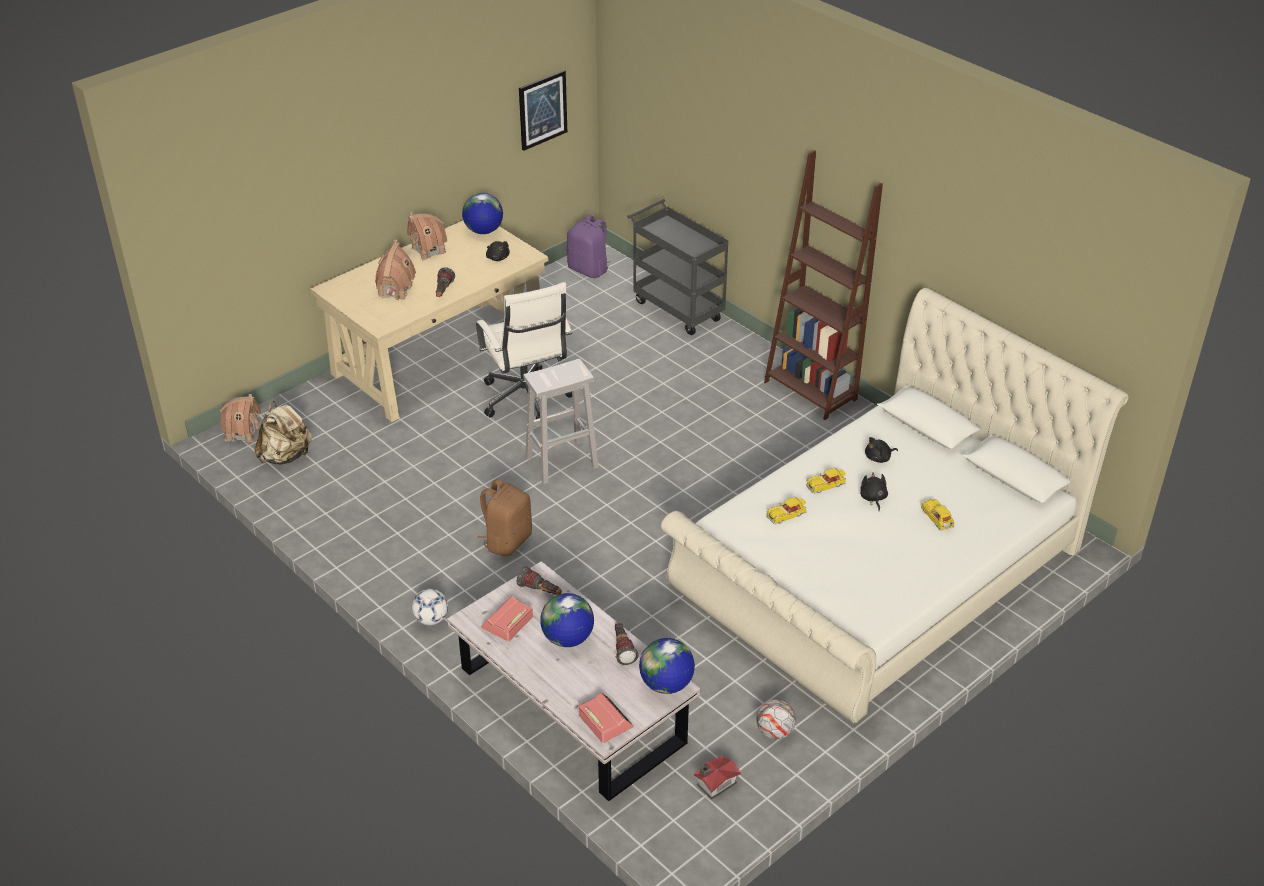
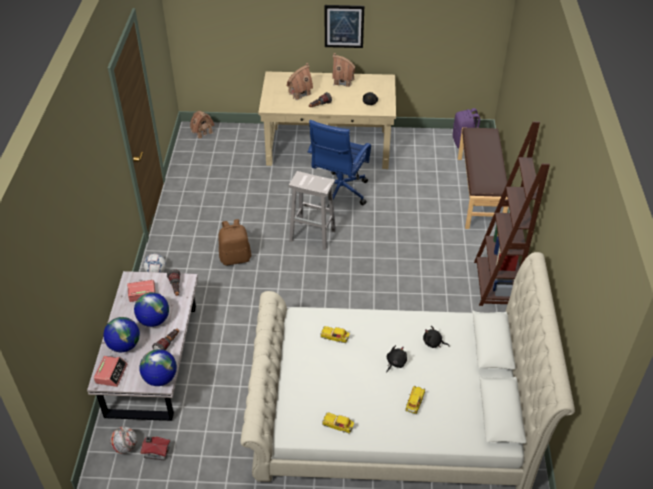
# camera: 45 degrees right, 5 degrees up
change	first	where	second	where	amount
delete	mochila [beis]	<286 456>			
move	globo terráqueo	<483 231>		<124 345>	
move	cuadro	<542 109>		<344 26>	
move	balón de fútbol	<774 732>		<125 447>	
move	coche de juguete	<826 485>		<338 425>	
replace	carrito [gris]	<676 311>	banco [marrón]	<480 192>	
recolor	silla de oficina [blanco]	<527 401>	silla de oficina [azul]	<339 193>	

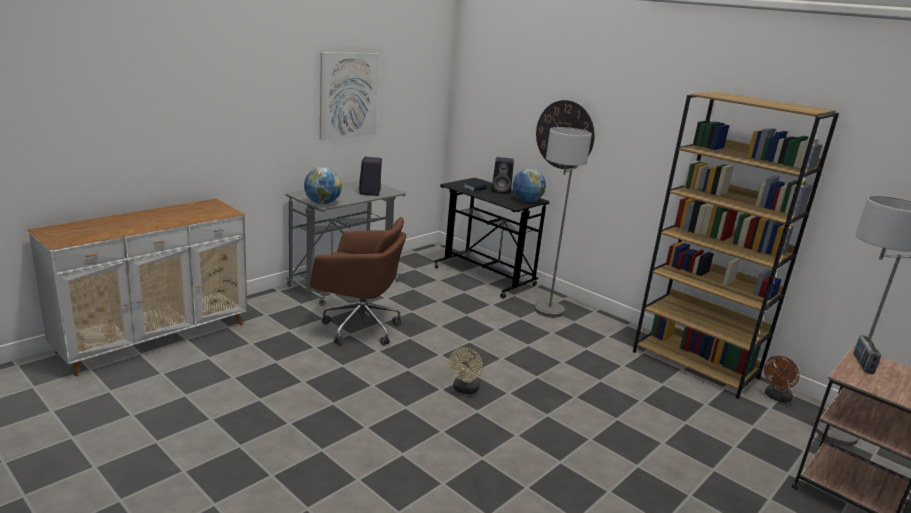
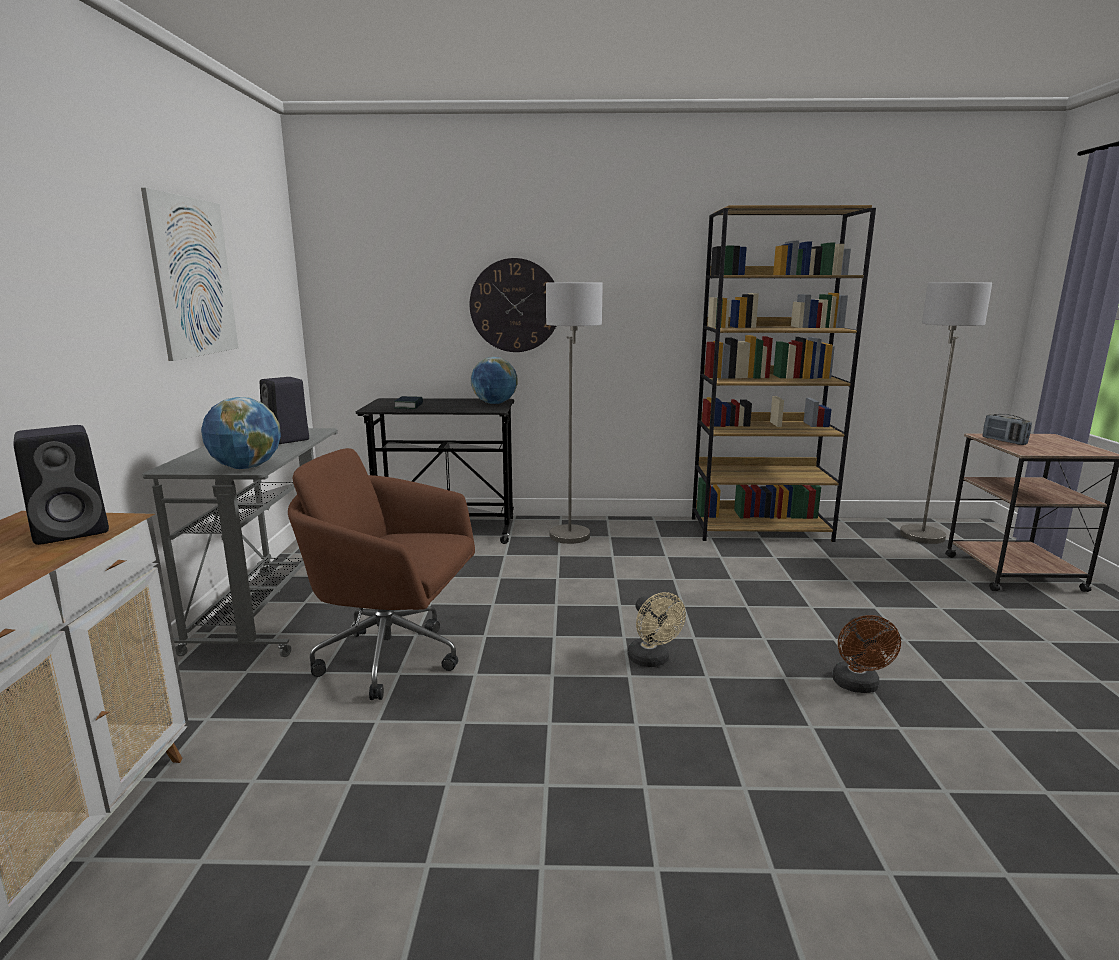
# camera: 40 degrees left, 5 degrees down
change	first	where	second	where	amount
move	altavoz [negro]	<502 191>		<74 531>	
move	ventilador [marrón]	<776 397>		<858 686>	
rotate	silla de oficina [marrón]	<357 328>		<395 660>	135 degrees counterclockwise

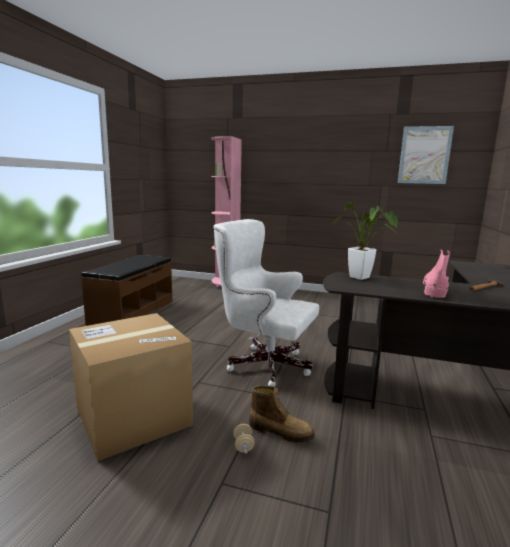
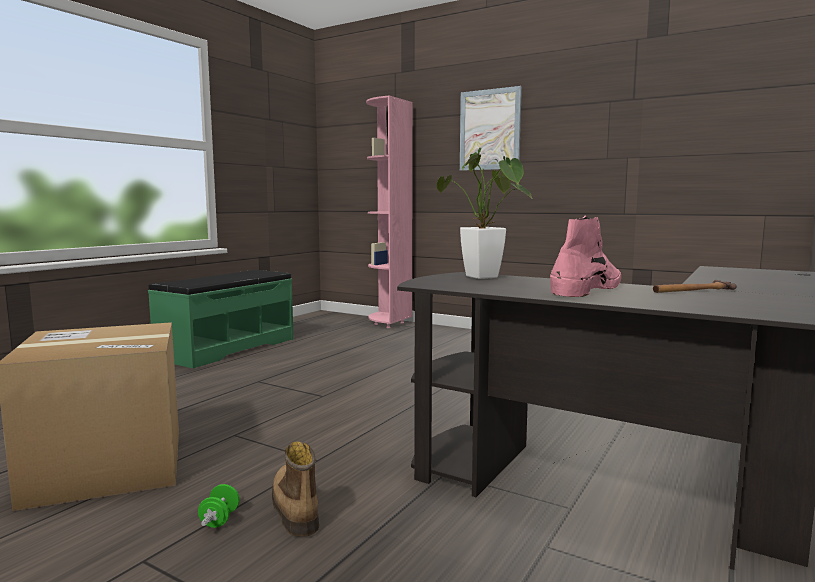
# camera: 15 degrees right, 5 degrees down
change	first	where	second	where	amount
delete	silla de oficina [blanco]	<264 365>			
move	cuadro	<424 155>		<490 130>	
recolor	banco [marrón]	<132 312>	banco [verde]	<227 348>	
recolor	mancuerna [beis]	<243 446>	mancuerna [verde]	<219 519>	
rotate	bota	<281 431>		<293 509>	150 degrees counterclockwise

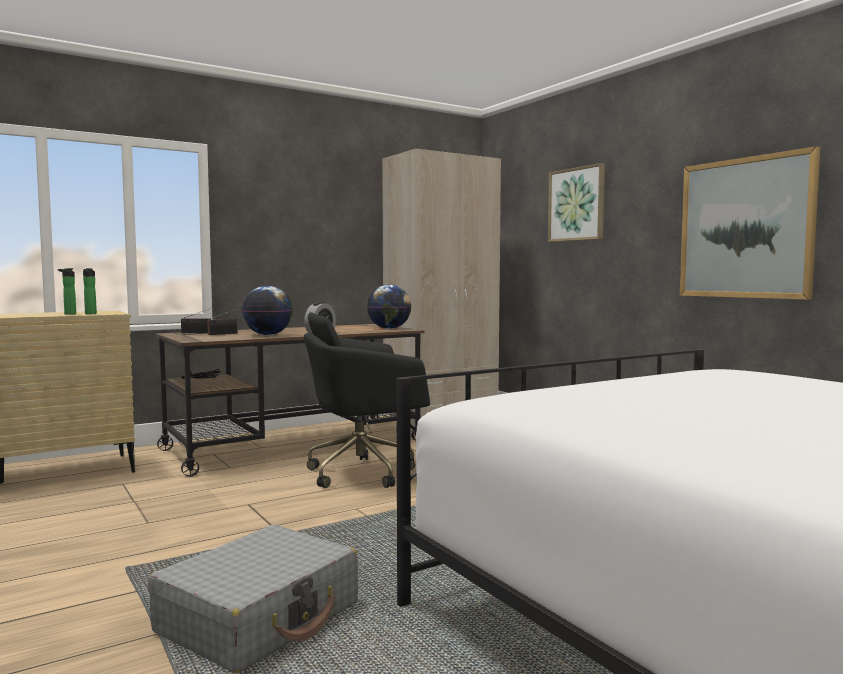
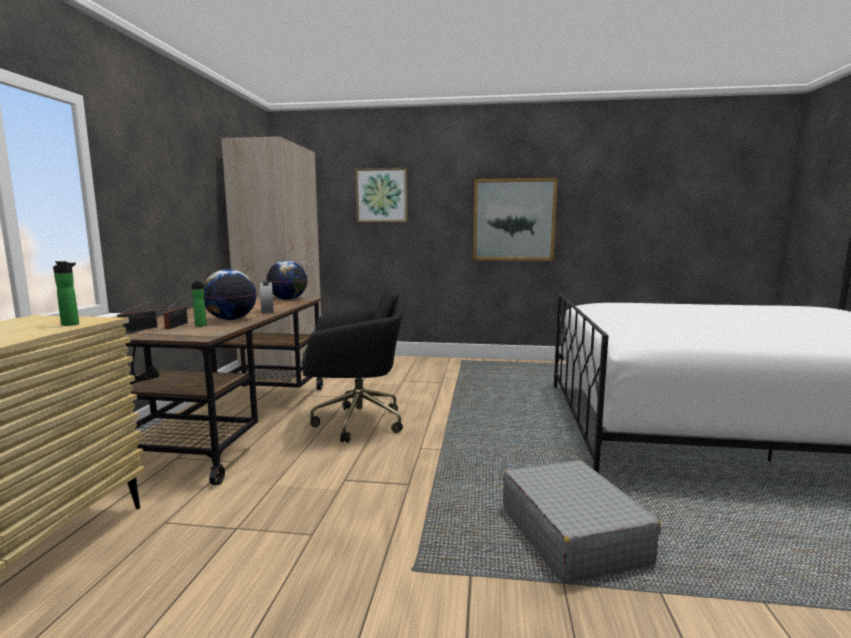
# camera: 50 degrees left, 5 degrees up
change	first	where	second	where	amount
move	botella	<68 314>		<201 326>	
rotate	silla de oficina [negro]	<365 473>		<354 423>	120 degrees counterclockwise

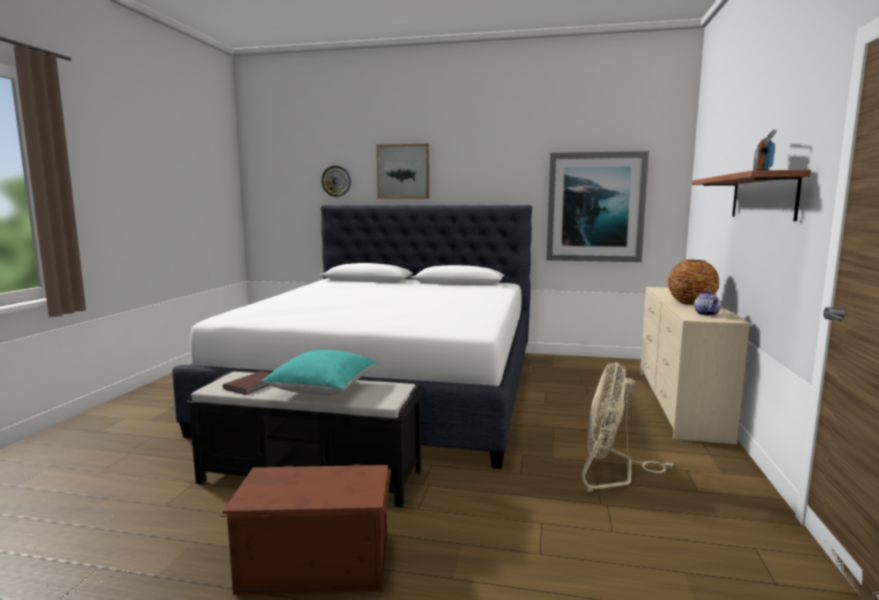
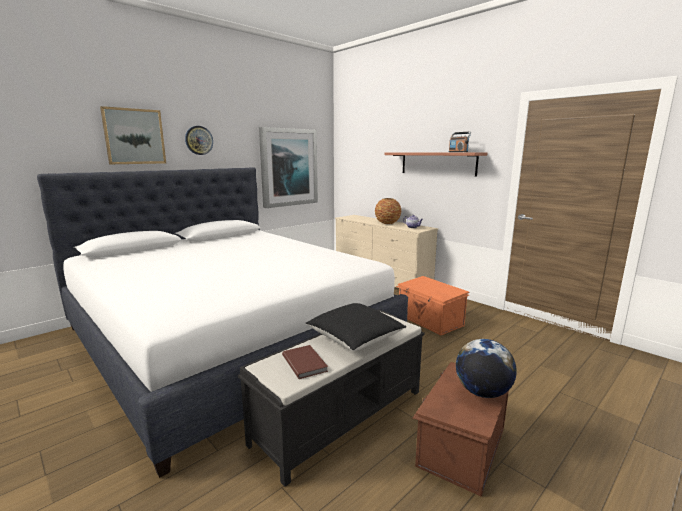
# camera: 55 degrees left, 5 degrees up
change	first	where	second	where	amount
insert			globo terráqueo	<482 392>	
move	reloj de pared	<336 181>		<199 140>	
replace	ventilador [beis]	<614 468>	caja de almacenaje [naranja]	<429 320>	
recolor	cojín [turquesa]	<323 389>	cojín [negro]	<355 339>	

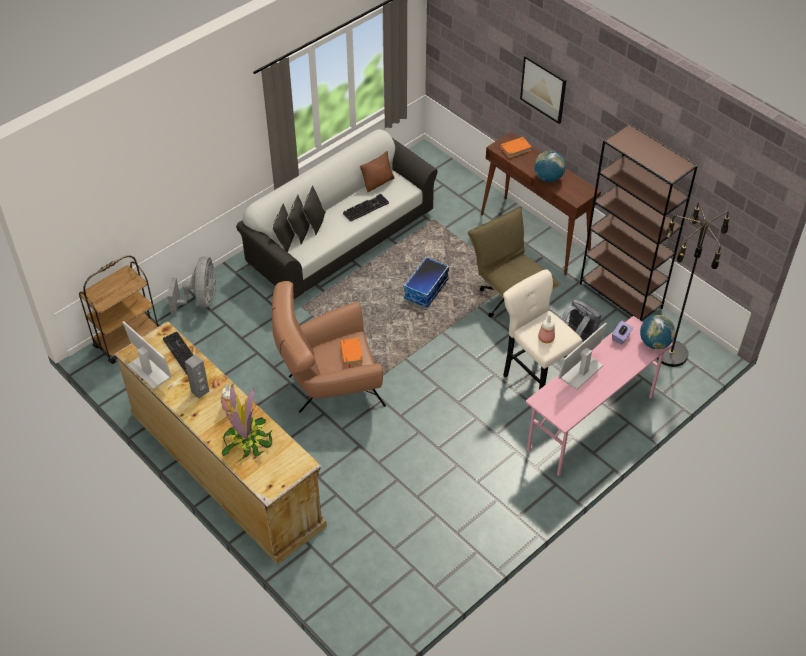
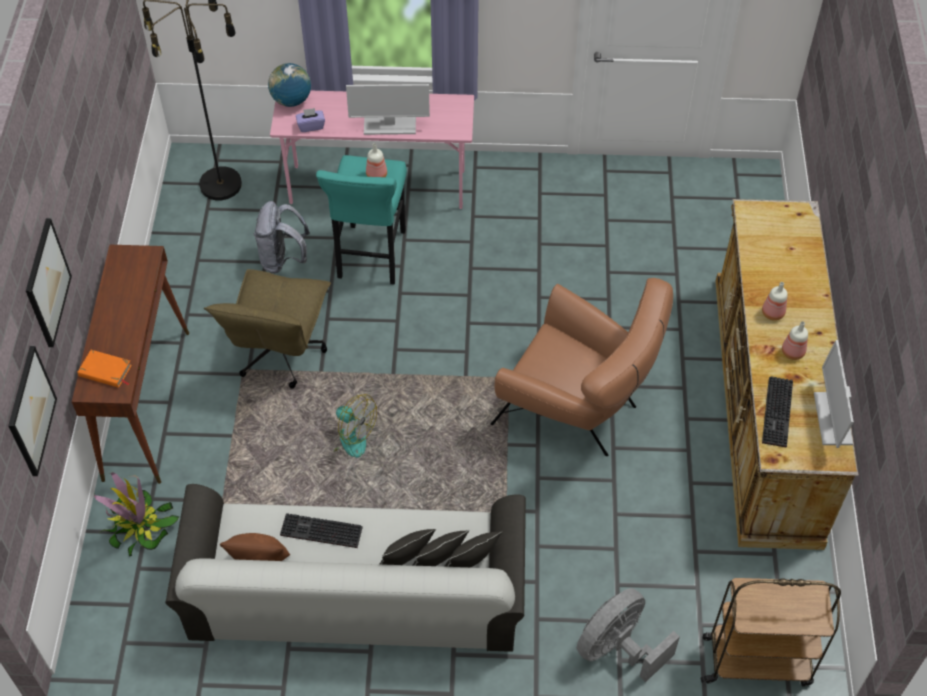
# camera: 135 degrees left, 5 degrees up
change	first	where	second	where	amount
delete	libro [naranja]	<351 353>			
delete	globo terráqueo	<548 178>			
delete	estantería [marrón]	<621 296>			
insert			cuadro	<31 411>	
move	planta en maceta	<247 441>		<139 527>	
replace	altavoz [gris]	<200 391>	botella	<792 353>	
replace	caja de almacenaje	<426 289>	ventilador	<346 437>	
recolor	taburete [beis]	<535 380>	taburete [turquesa]	<371 258>	

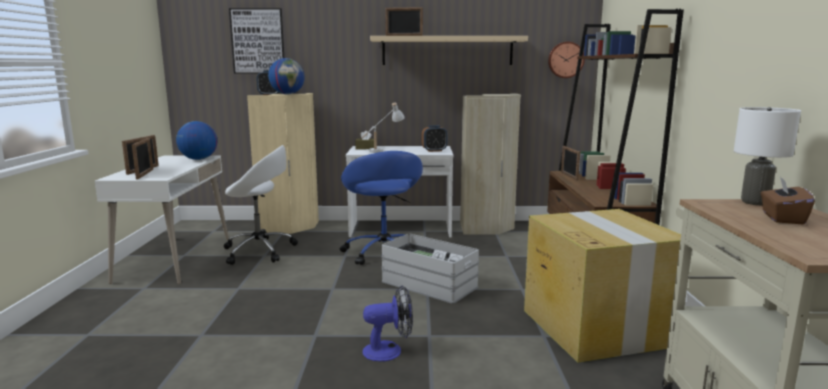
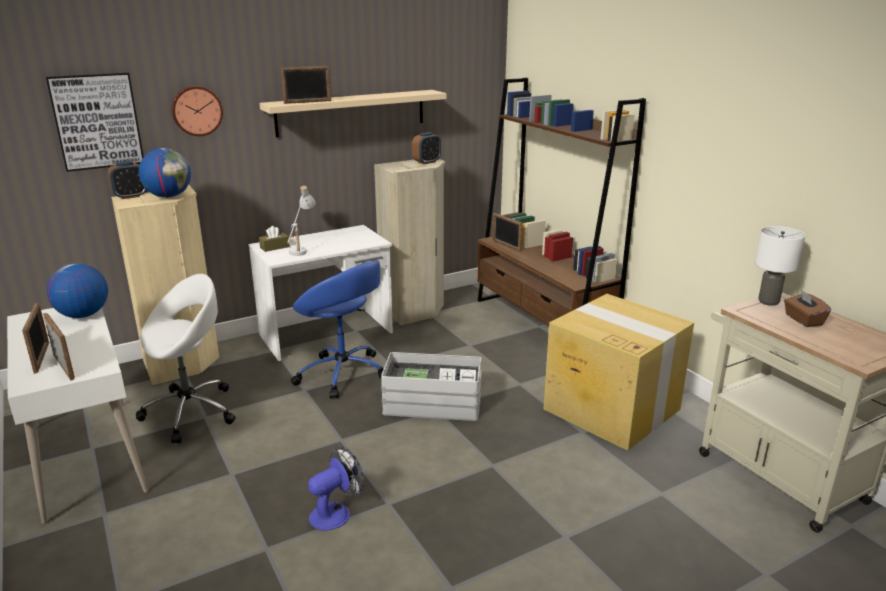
# camera: 30 degrees left, 10 degrees up
change	first	where	second	where	amount
move	ventilador	<389 350>		<336 512>	
move	despertador	<434 150>		<427 162>	
move	reloj de pared	<565 60>		<196 110>	

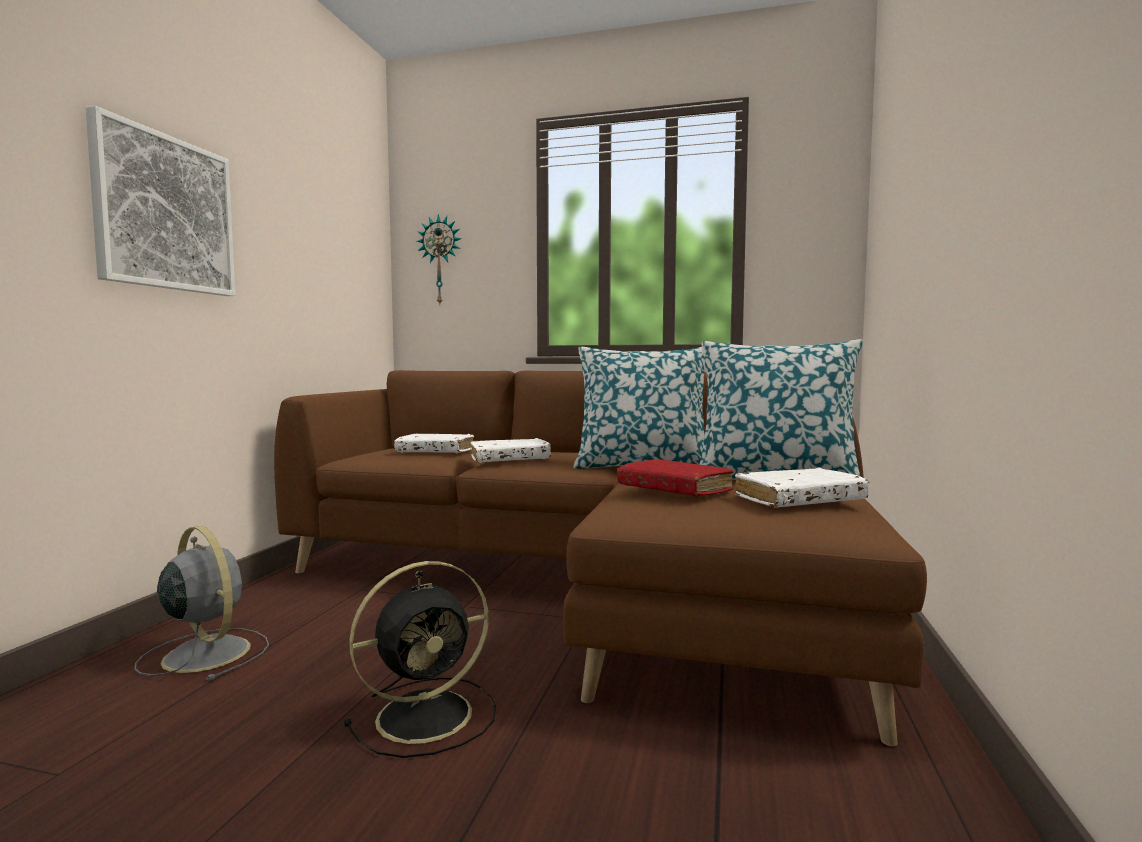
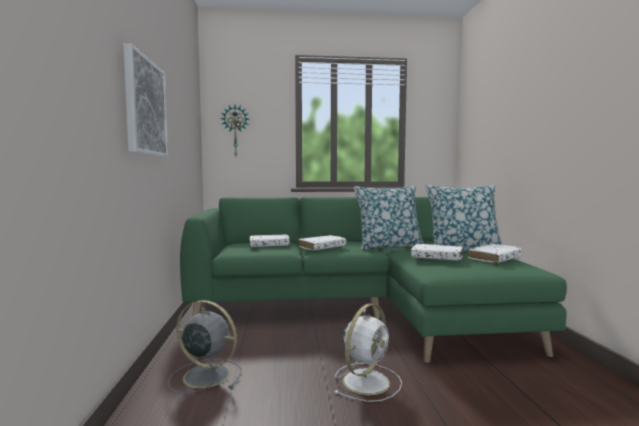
# camera: 20 degrees left, 0 degrees up
change	first	where	second	where	amount
recolor	sofá [marrón]	<588 580>	sofá [verde]	<359 307>	
recolor	ventilador [negro]	<429 714>	ventilador [blanco]	<367 381>	
recolor	libro [rojo]	<674 489>	libro [blanco]	<436 258>	

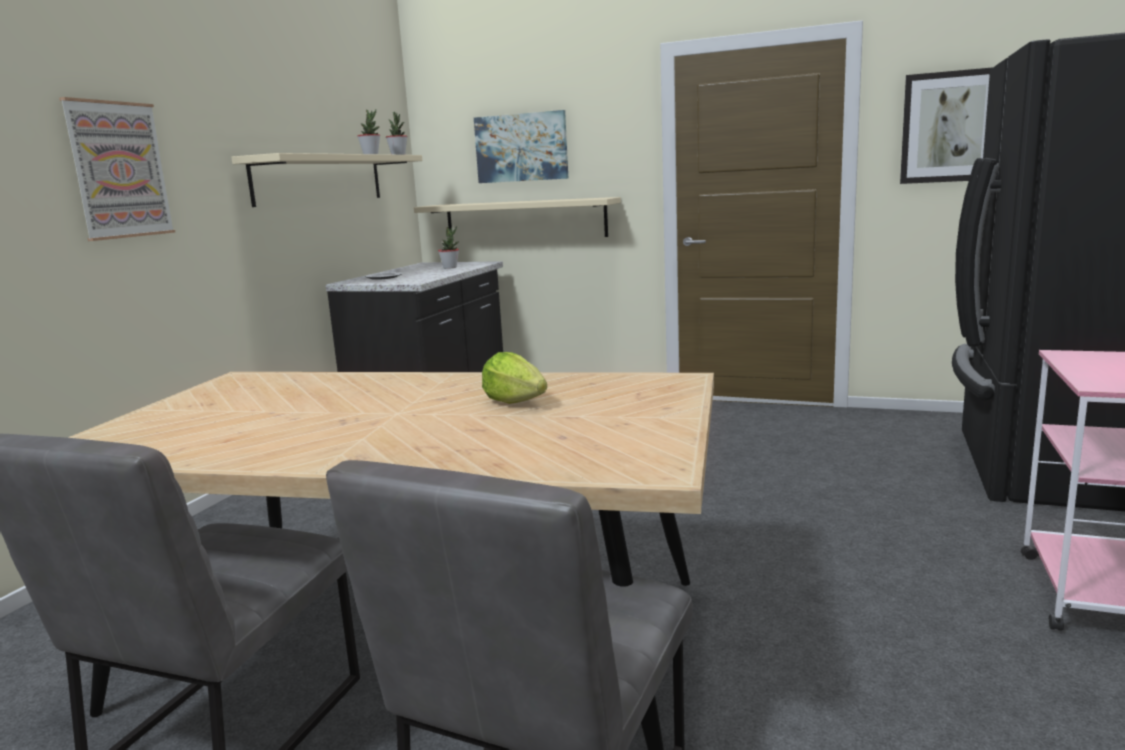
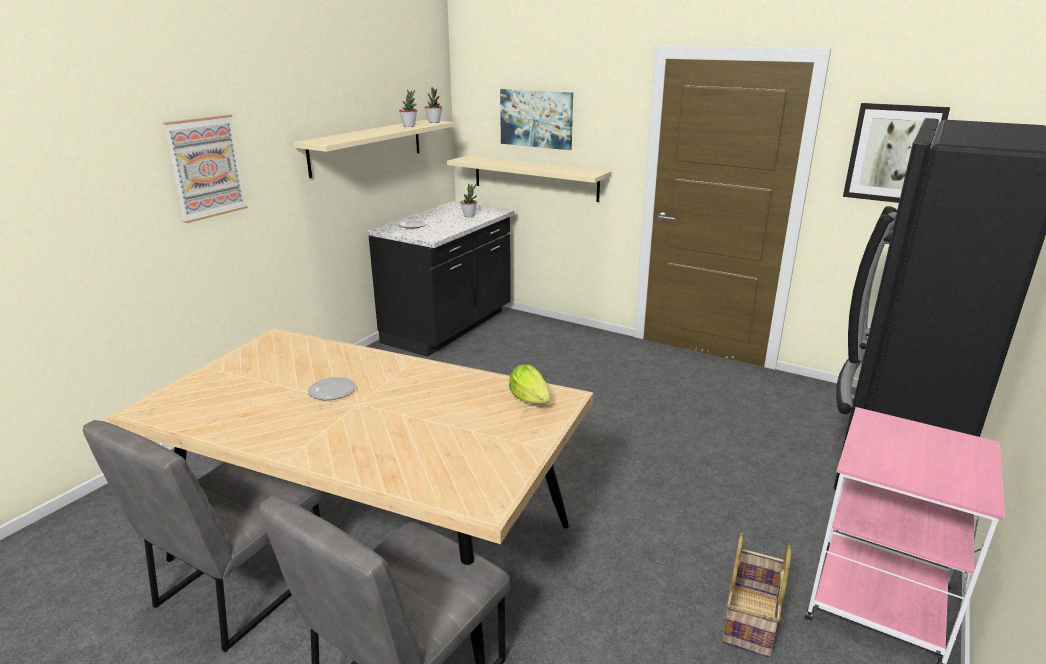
# camera: 10 degrees right, 10 degrees up
change	first	where	second	where	amount
insert			plato	<332 391>	
insert			cesta	<752 620>	
move	lechuga	<515 402>		<530 399>	

